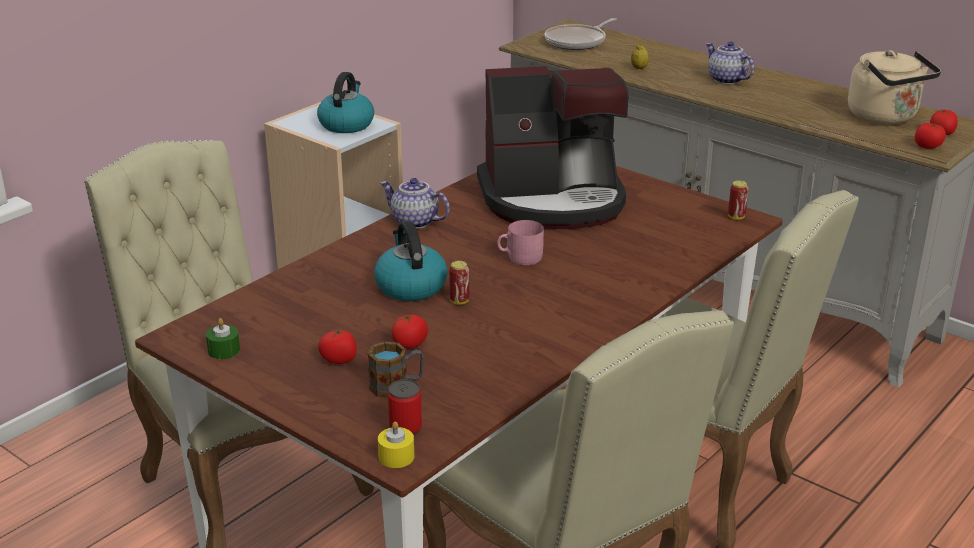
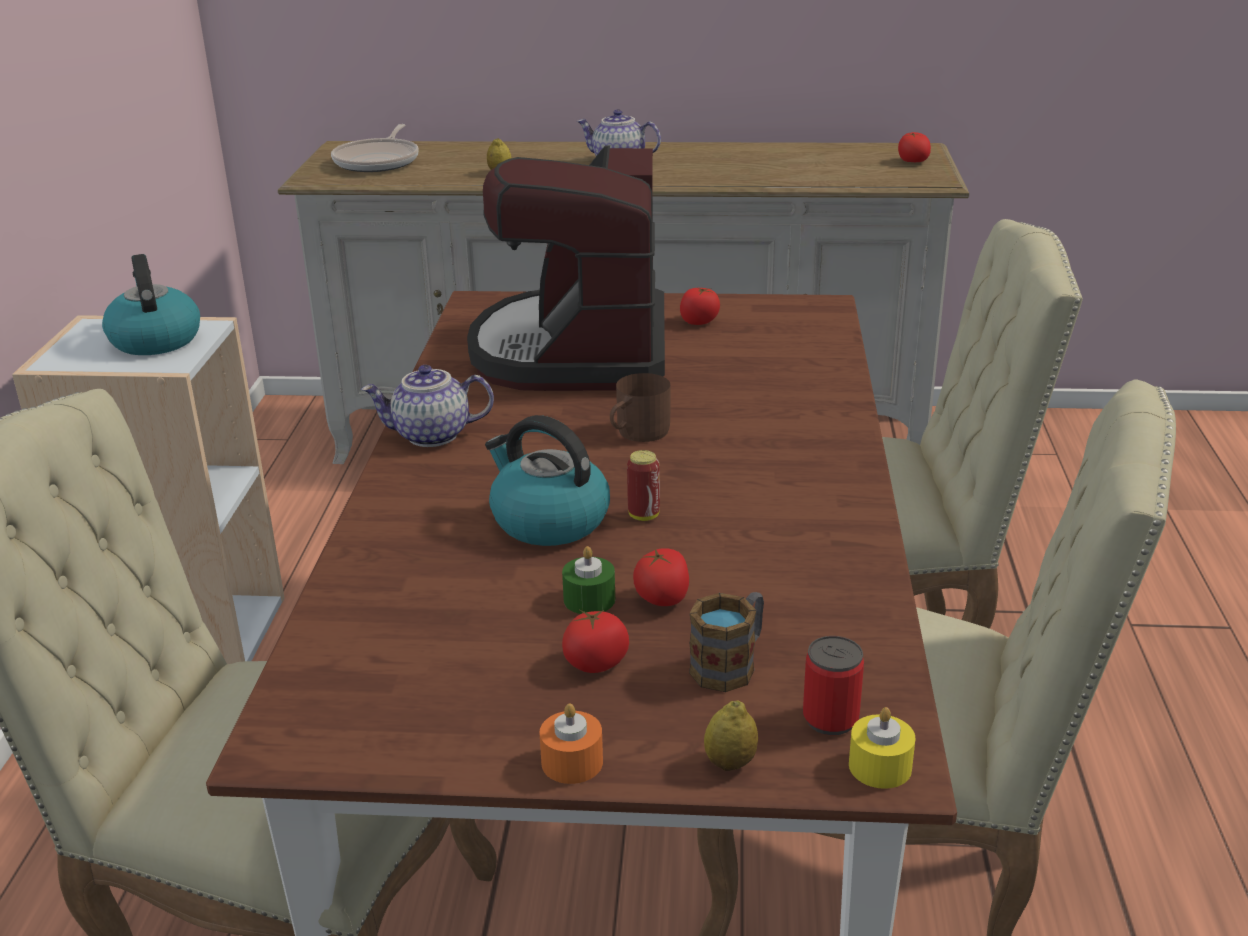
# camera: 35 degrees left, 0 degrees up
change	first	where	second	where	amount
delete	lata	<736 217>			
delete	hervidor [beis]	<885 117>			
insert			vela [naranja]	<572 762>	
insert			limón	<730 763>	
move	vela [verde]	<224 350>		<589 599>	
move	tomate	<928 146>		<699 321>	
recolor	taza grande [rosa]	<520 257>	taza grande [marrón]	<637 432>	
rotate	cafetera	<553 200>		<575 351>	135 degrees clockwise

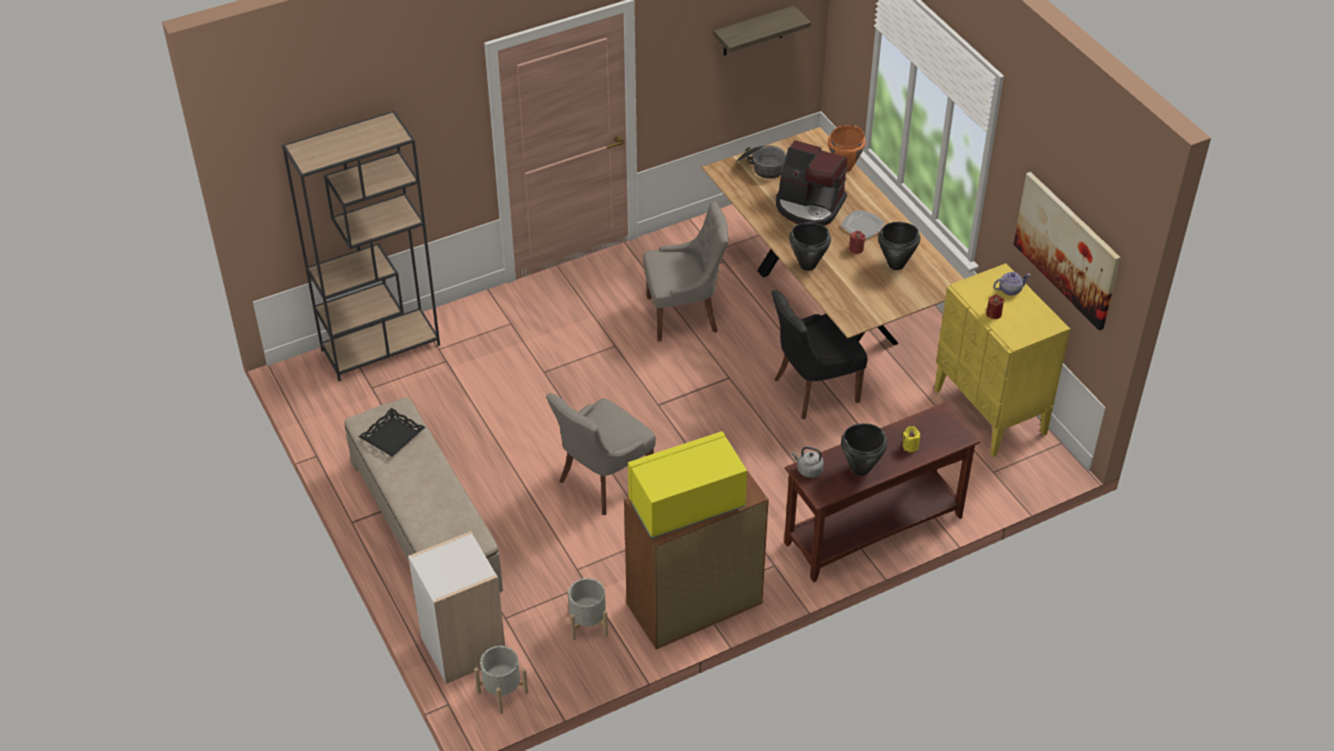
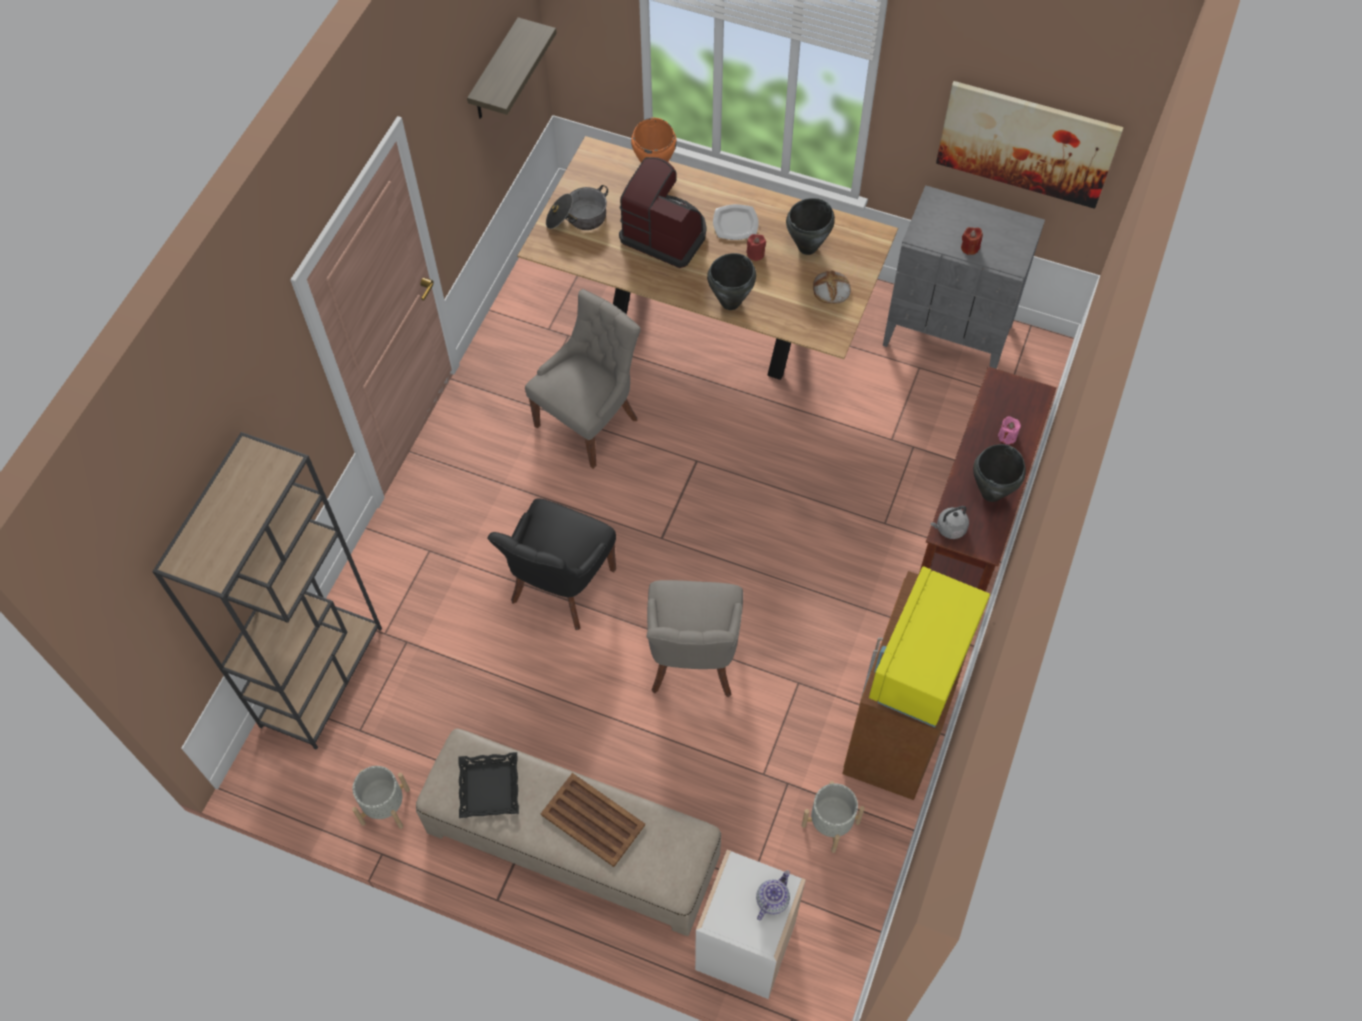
# camera: 40 degrees left, 15 degrees up
change	first	where	second	where	amount
insert			bandeja [marrón]	<592 819>	
insert			pan	<831 290>	
move	maceta [gris]	<502 692>		<385 806>	
move	silla [negro]	<813 390>		<560 587>	
move	tetera	<1010 290>		<772 899>	
recolor	vela [amarillo]	<910 446>	vela [rosa]	<1007 436>	
recolor	cómoda [amarillo]	<988 413>	cómoda [gris]	<947 337>	
rotate	cafetera	<809 206>		<665 234>	135 degrees counterclockwise

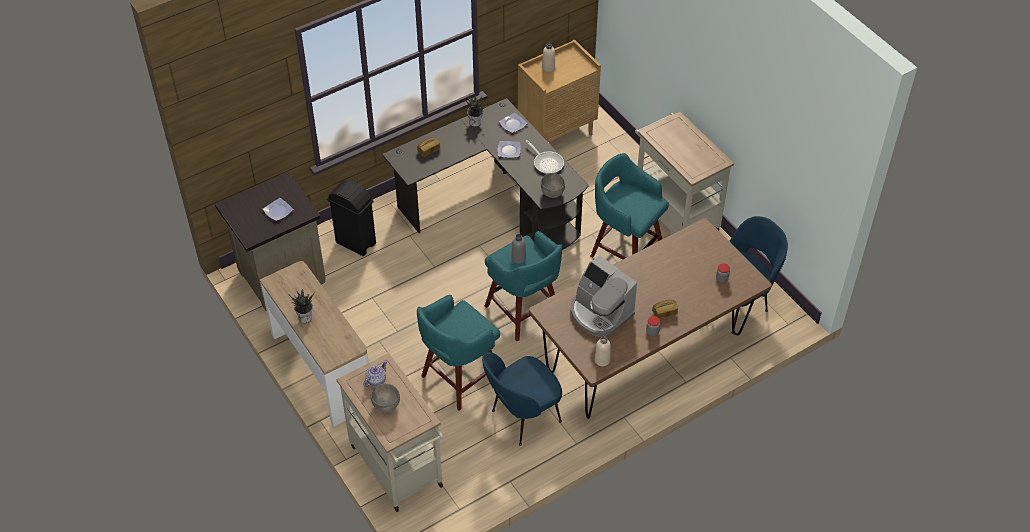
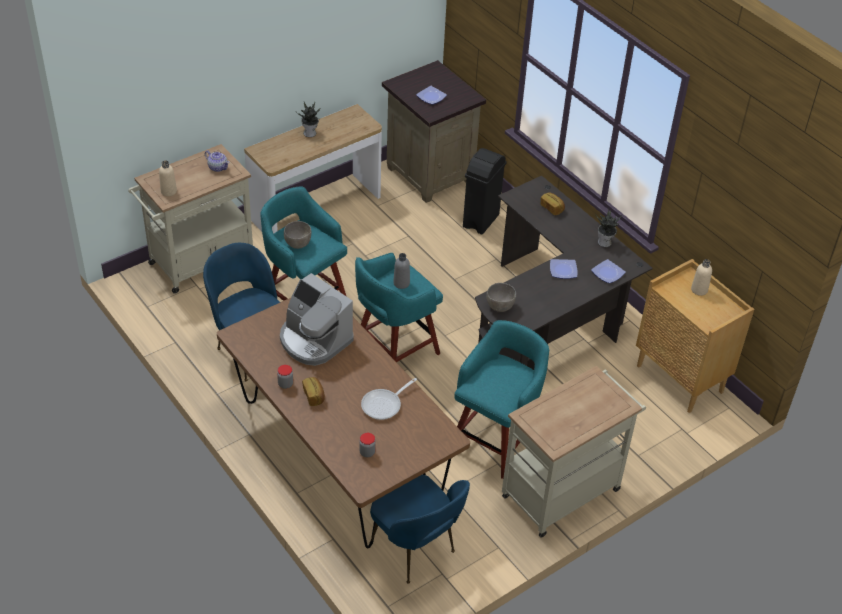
# camera: 85 degrees right, 5 degrees down
change	first	where	second	where	amount
move	cuenco [gris]	<386 406>		<297 244>	
move	sartén	<547 162>		<384 405>	
move	botella [beis]	<602 360>		<168 191>	
rotate	cafetera	<600 313>		<314 340>	90 degrees counterclockwise

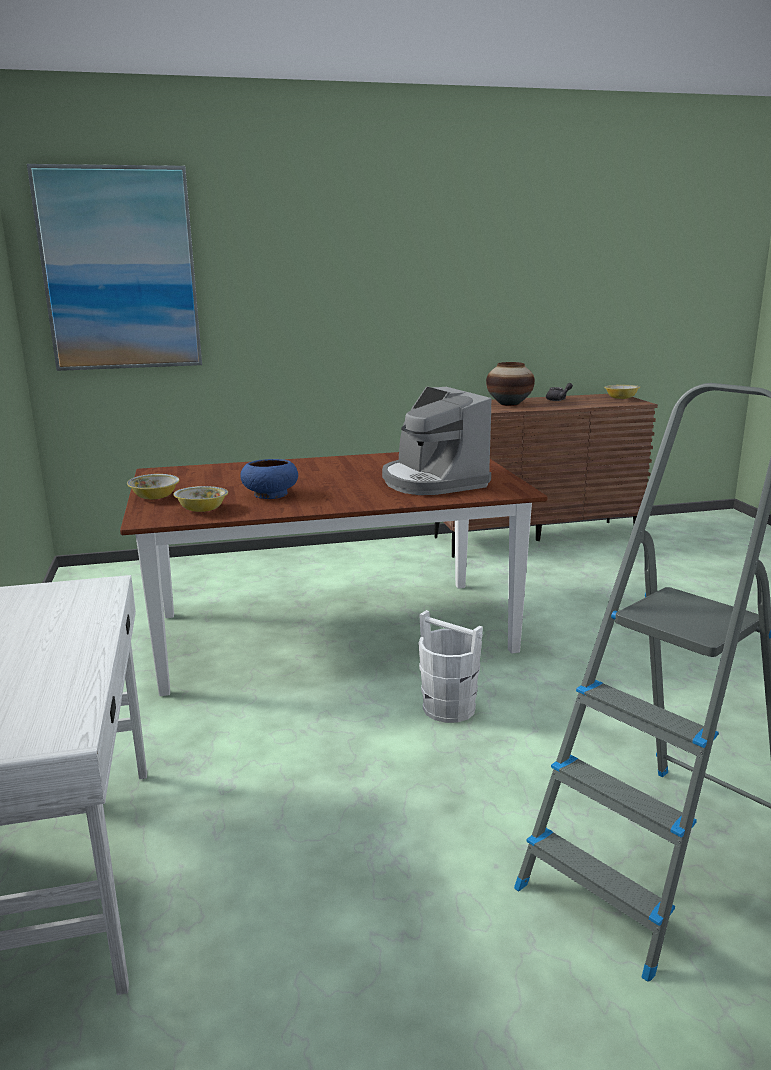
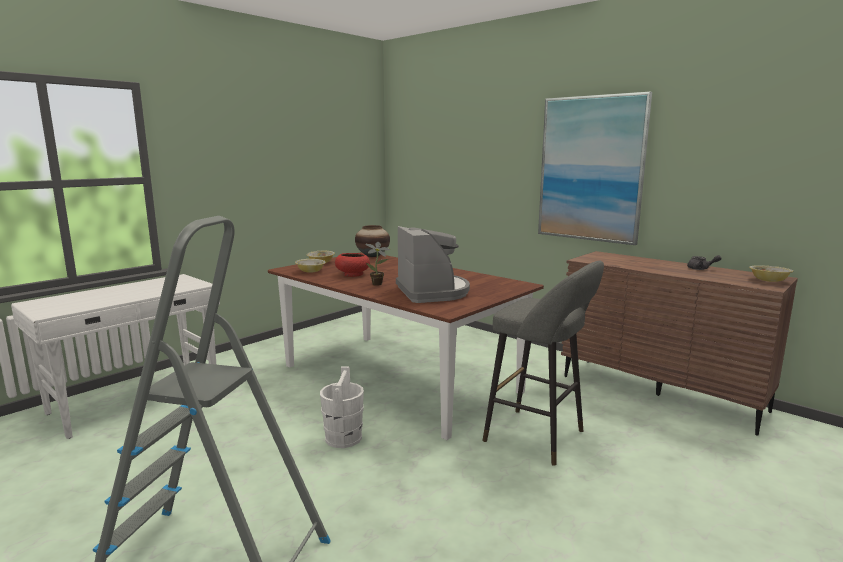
# camera: 55 degrees right, 5 degrees down
change	first	where	second	where	amount
insert			planta en maceta	<378 284>	
insert			taburete [gris]	<539 437>	
move	cuadro	<120 270>		<591 169>	
move	florero	<509 404>		<372 256>	
recolor	cuenco [azul]	<270 495>	cuenco [rojo]	<352 274>	
rotate	cafetera	<432 482>		<433 292>	135 degrees clockwise

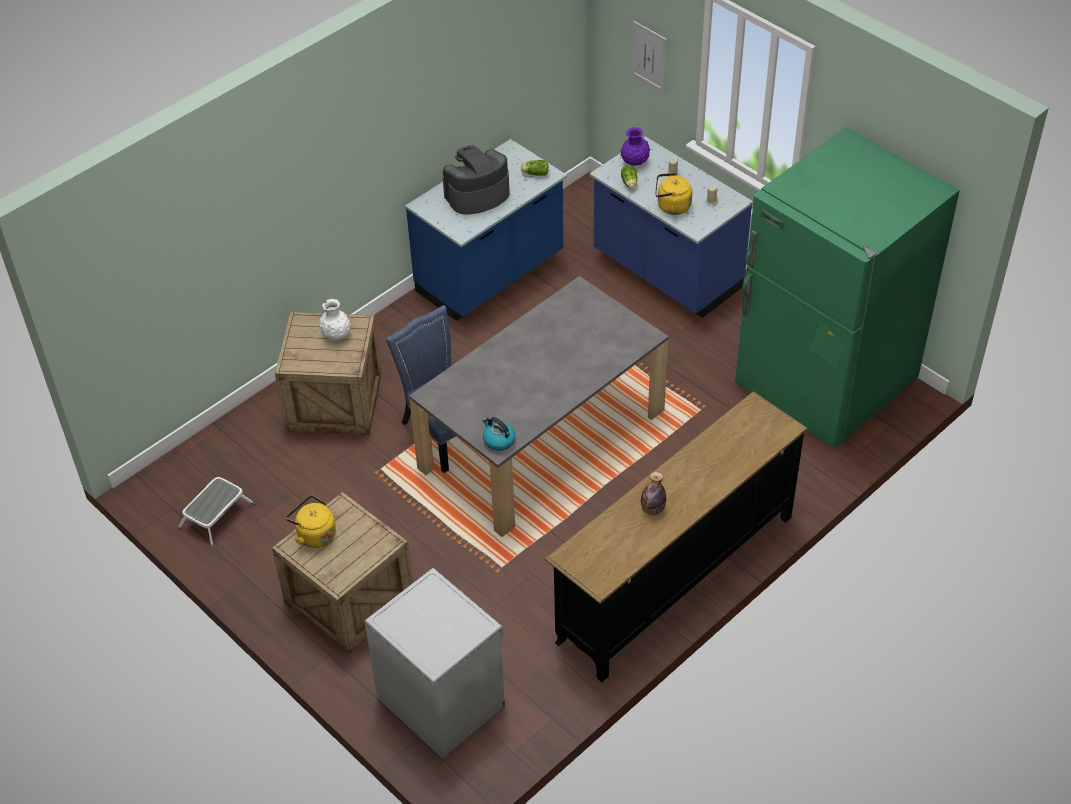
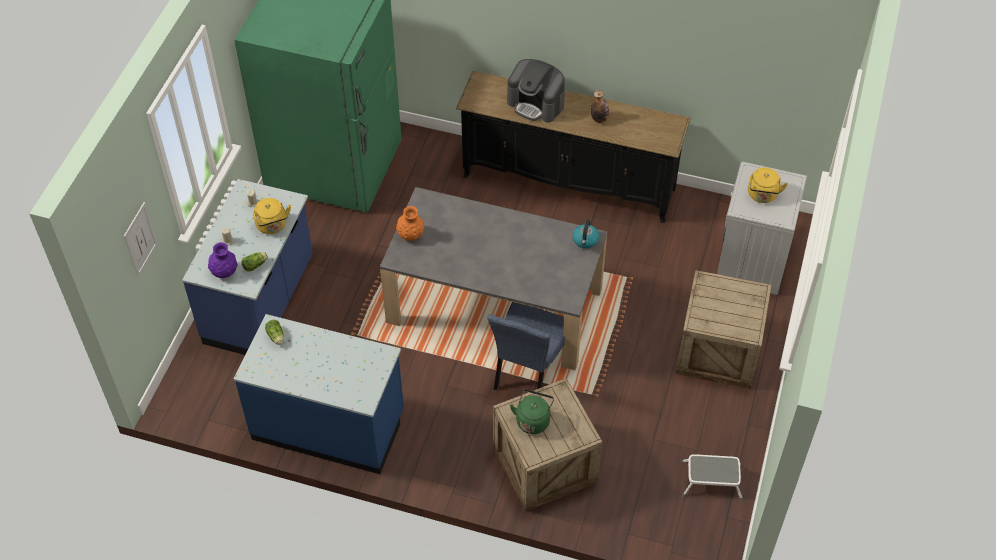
# camera: 120 degrees left, 5 degrees up
change	first	where	second	where	amount
insert			florero [naranja]	<410 235>	
move	hervidor [amarillo]	<314 534>		<762 196>	
move	cafetera	<477 195>		<536 103>	
replace	florero [blanco]	<336 335>	hervidor [verde]	<533 420>	

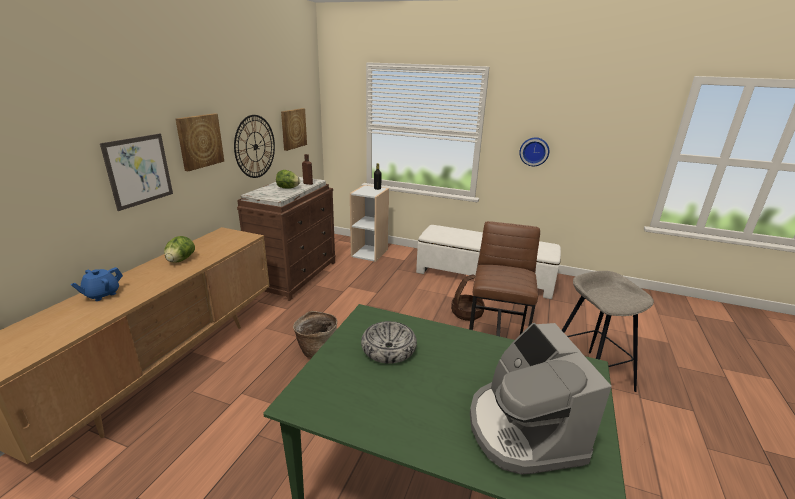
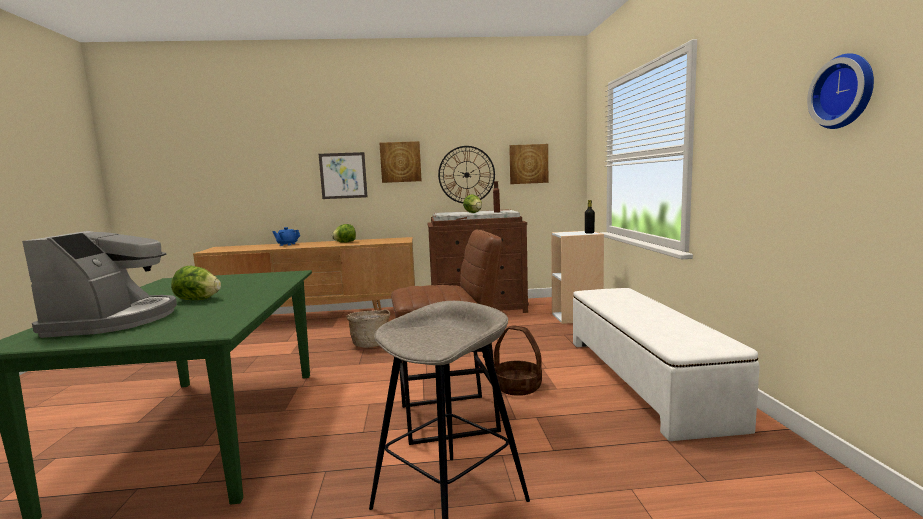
# camera: 65 degrees right, 15 degrees down
change	first	where	second	where	amount
delete	cuenco	<389 349>			
insert			lechuga	<197 300>	
move	reloj de pared	<534 151>		<845 91>	
rotate	cafetera	<523 429>		<115 320>	120 degrees clockwise

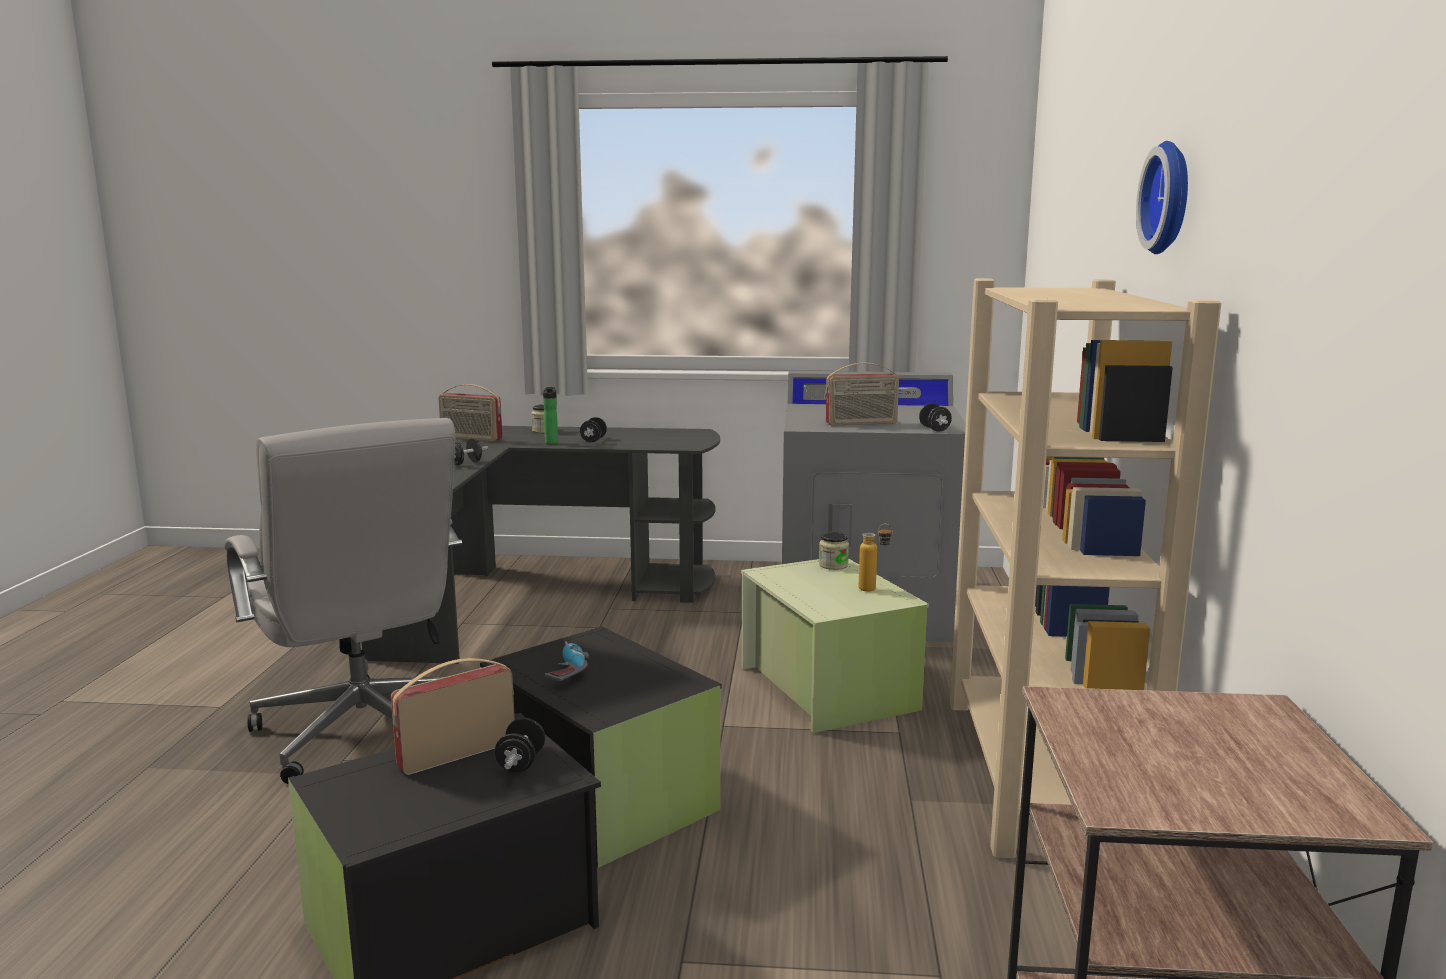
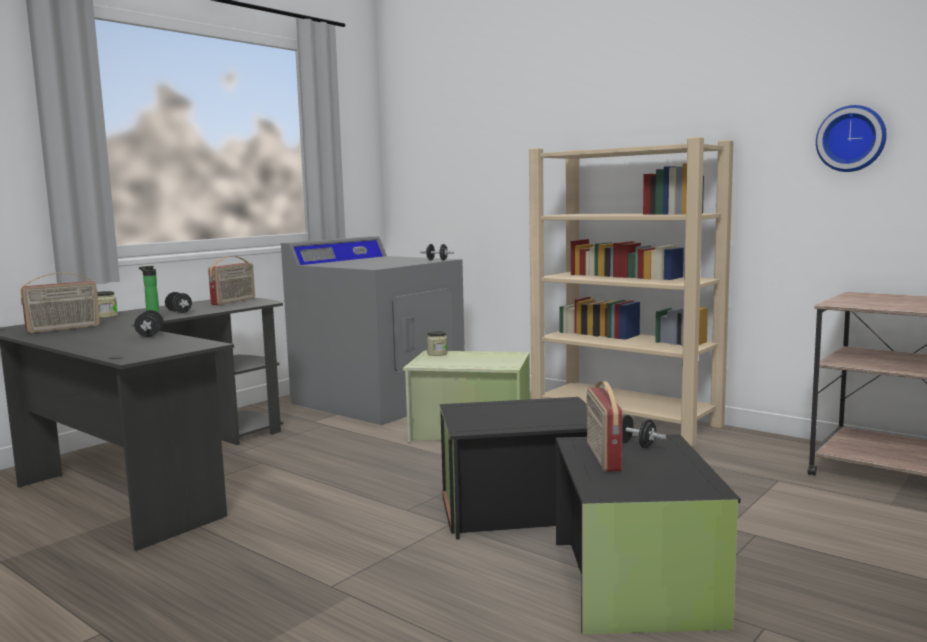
# camera: 55 degrees left, 5 degrees down
change	first	where	second	where	amount
delete	silla de oficina [gris]	<363 728>			
delete	taladro	<565 671>			
delete	botella	<874 589>			
move	radio	<861 423>		<234 301>	
move	reloj de pared	<1172 198>		<851 139>	

